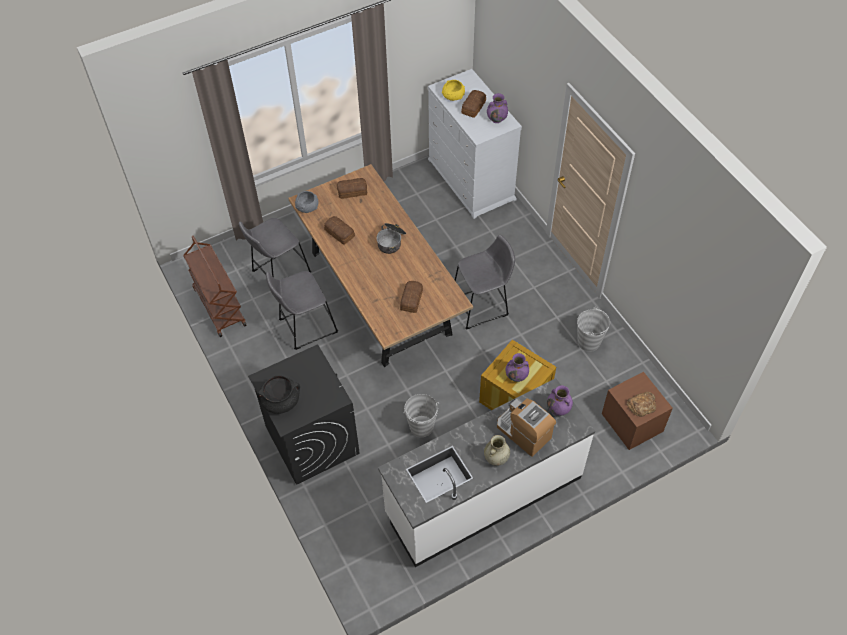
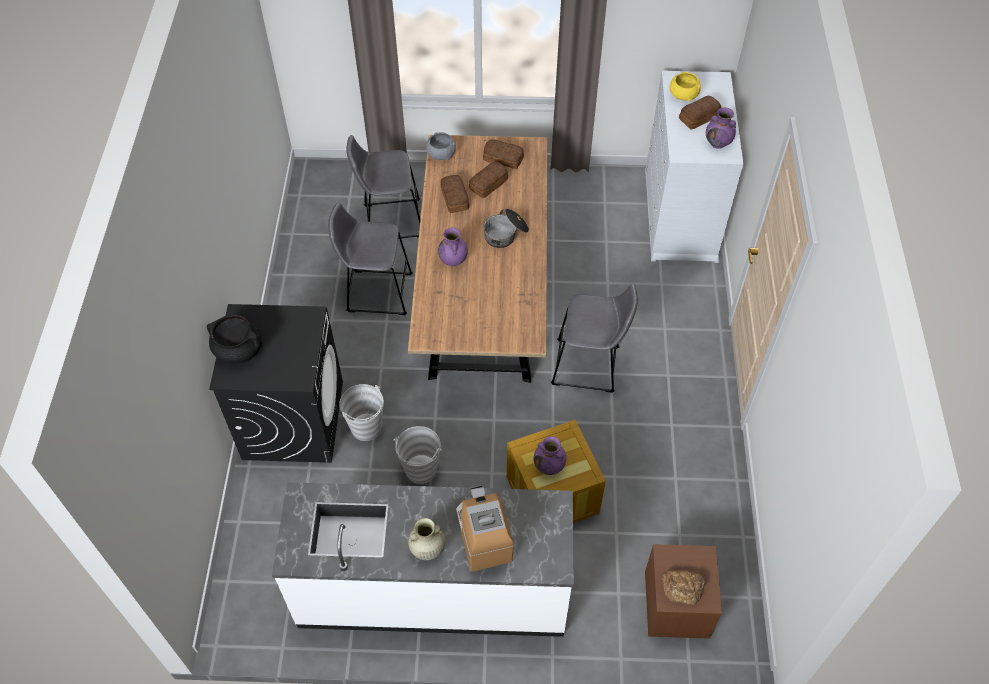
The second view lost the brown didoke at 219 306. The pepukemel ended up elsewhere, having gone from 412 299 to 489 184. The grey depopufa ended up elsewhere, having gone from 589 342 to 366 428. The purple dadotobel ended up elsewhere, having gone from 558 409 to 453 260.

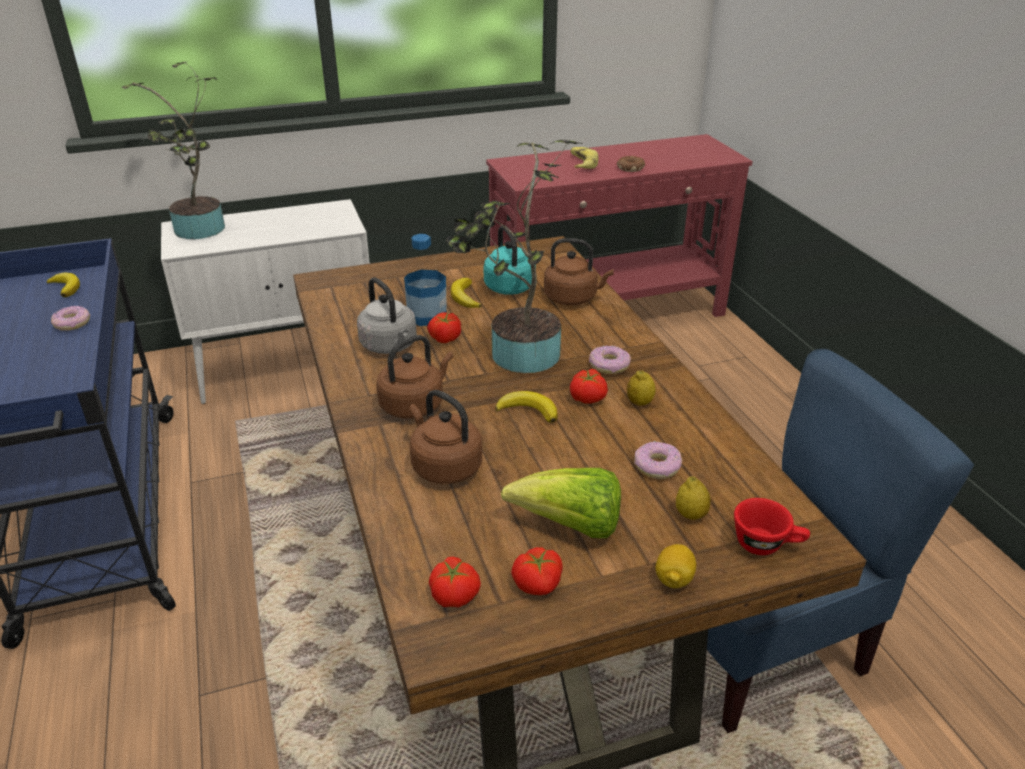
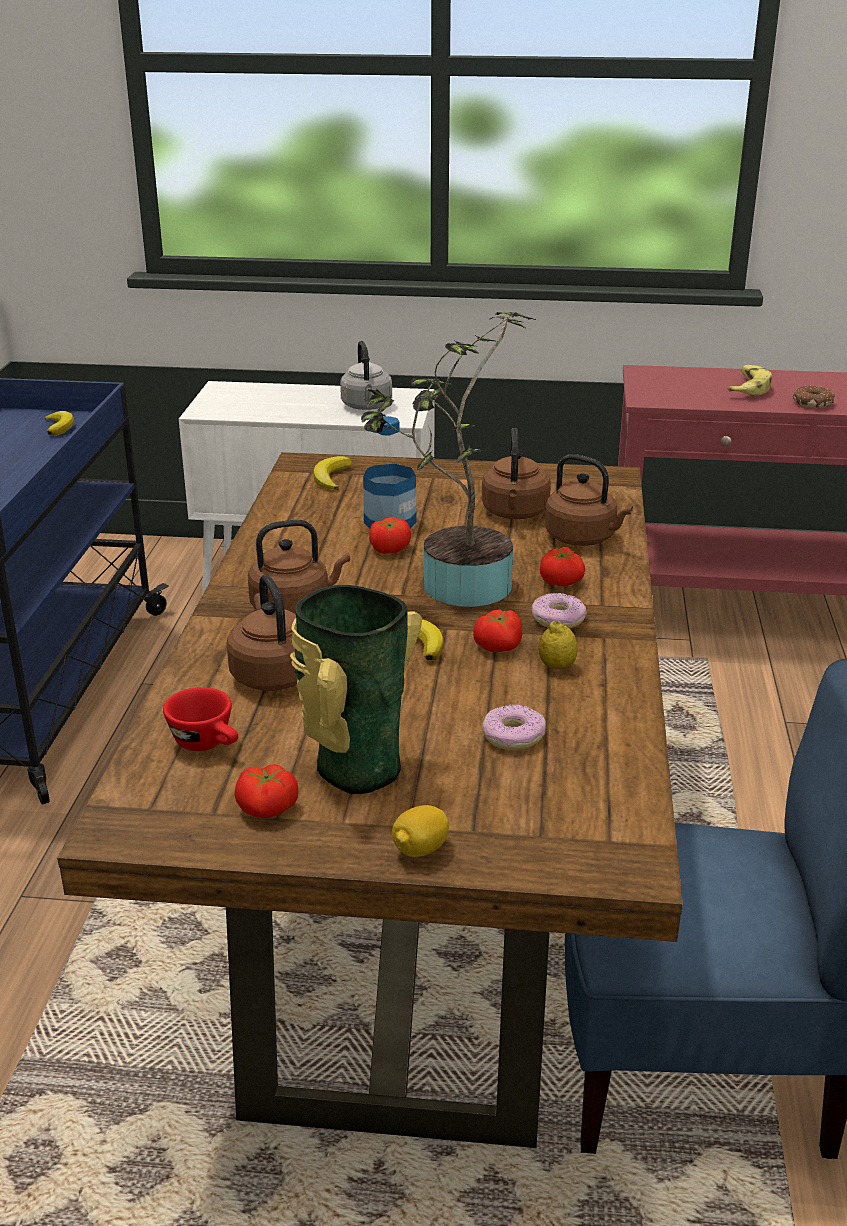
The second view lost the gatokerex at 200 231. What was the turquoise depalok at 510 289 turned into the brown depalok at 515 513. The grey depalok ended up elsewhere, having gone from 390 346 to 367 407. The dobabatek ended up elsewhere, having gone from 464 297 to 331 478. The second view lost the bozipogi at 72 323. Where the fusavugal stood at 570 526, the dadotobel came to stand at 353 766. The second view lost the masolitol at 691 515. The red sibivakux ended up elsewhere, having gone from 766 544 to 208 744. The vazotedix ended up elsewhere, having gone from 455 594 to 562 581.

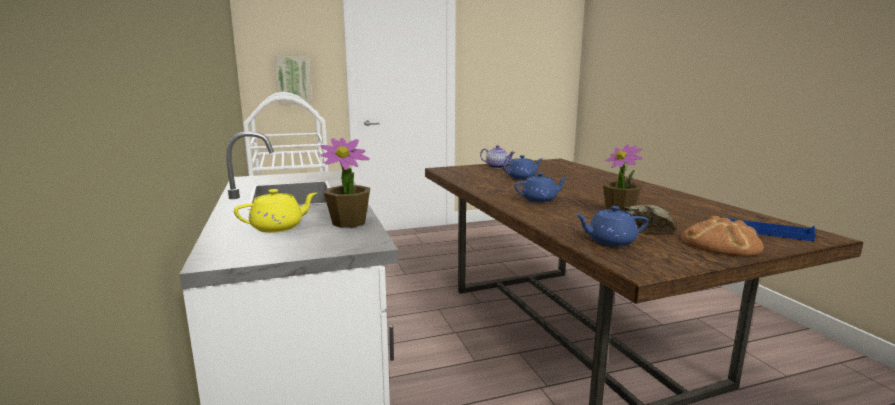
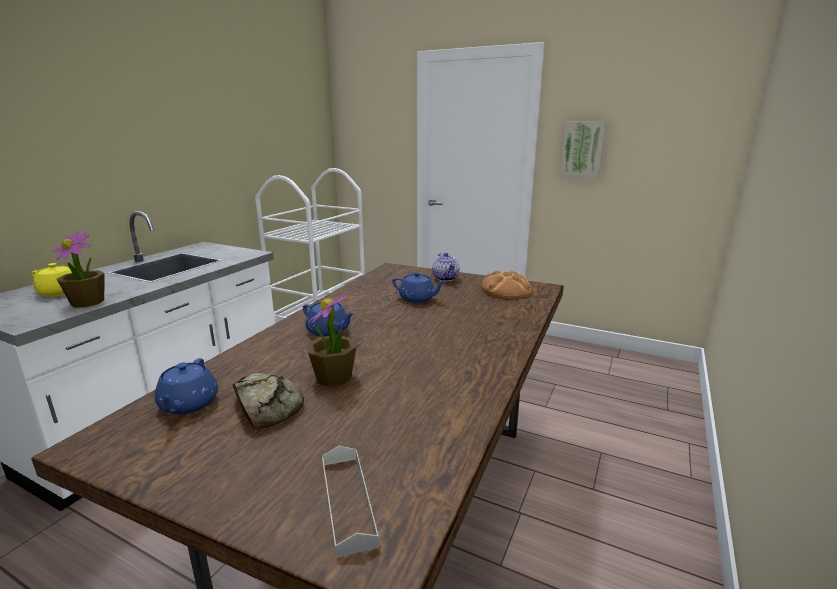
The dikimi ended up elsewhere, having gone from 293 80 to 582 150. The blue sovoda at 610 241 ended up facing another way, 135 degrees counterclockwise from before. The pepukemel ended up elsewhere, having gone from 720 243 to 506 290. What was the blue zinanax at 768 232 turned into the grey zinanax at 348 501.

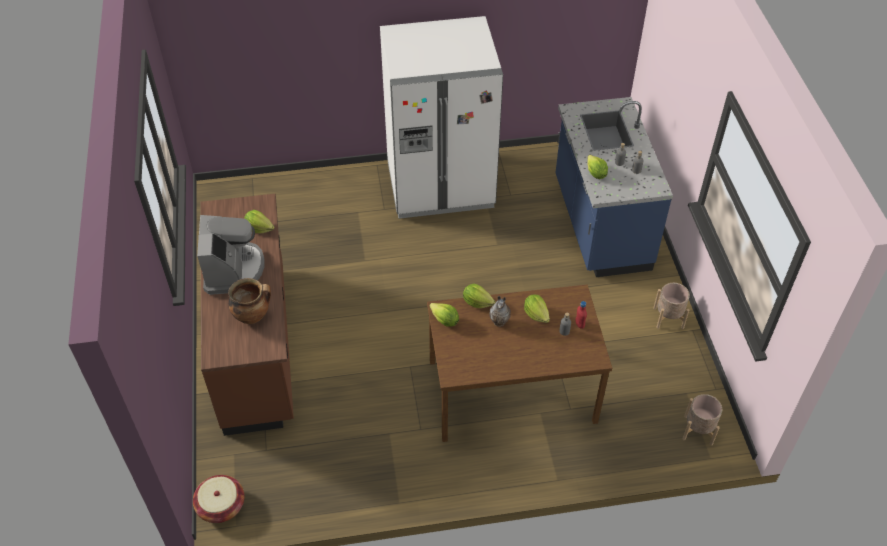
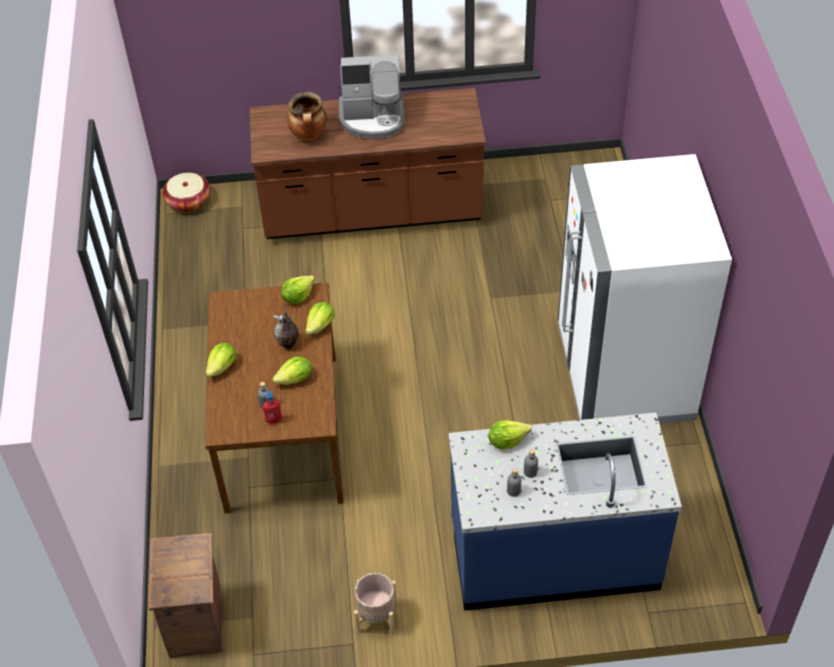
The fusavugal ended up elsewhere, having gone from 259 228 to 222 367. Where the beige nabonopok stood at 698 430, the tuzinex came to stand at 196 621.

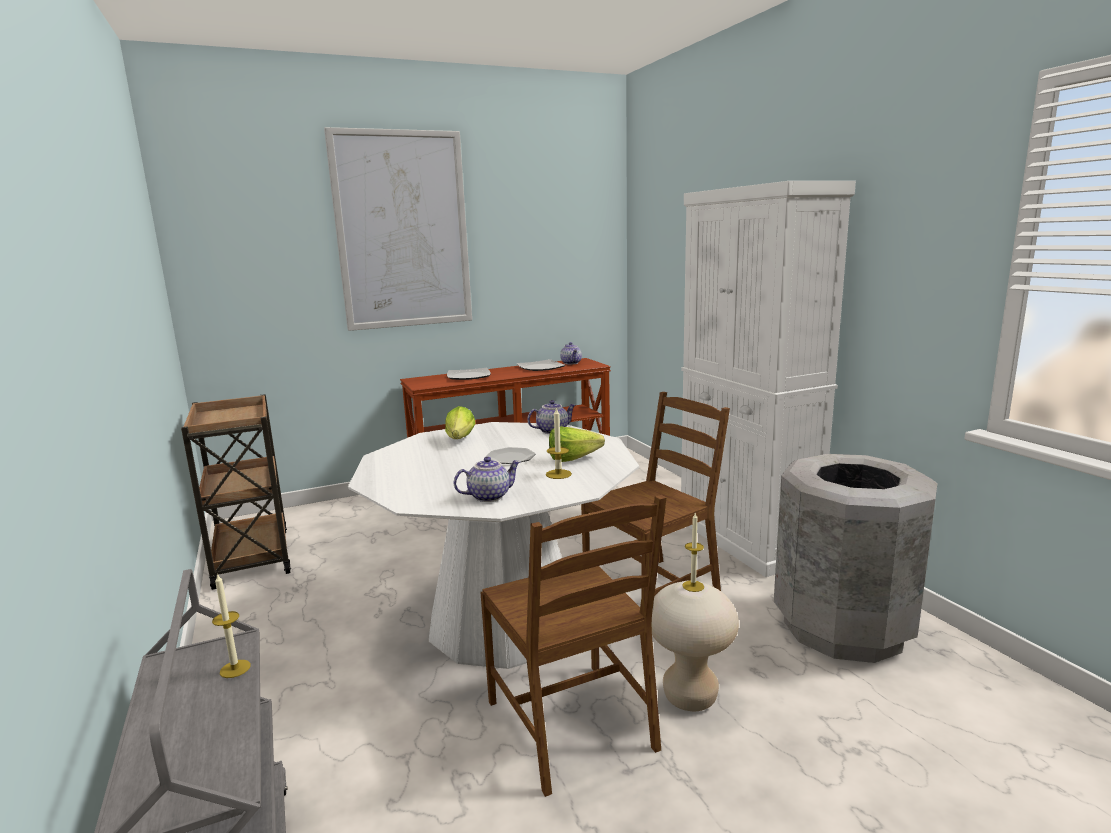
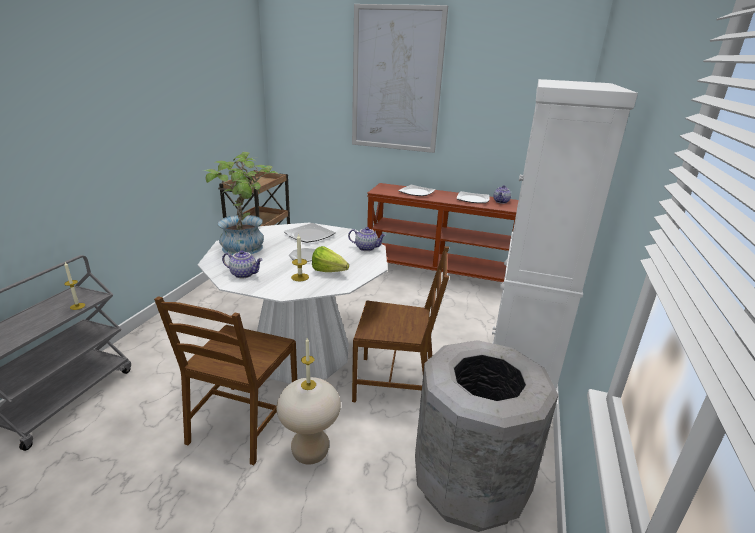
Where the fusavugal stood at 458 441, the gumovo came to stand at 310 235. The second view gained the gatokerex at 247 249.

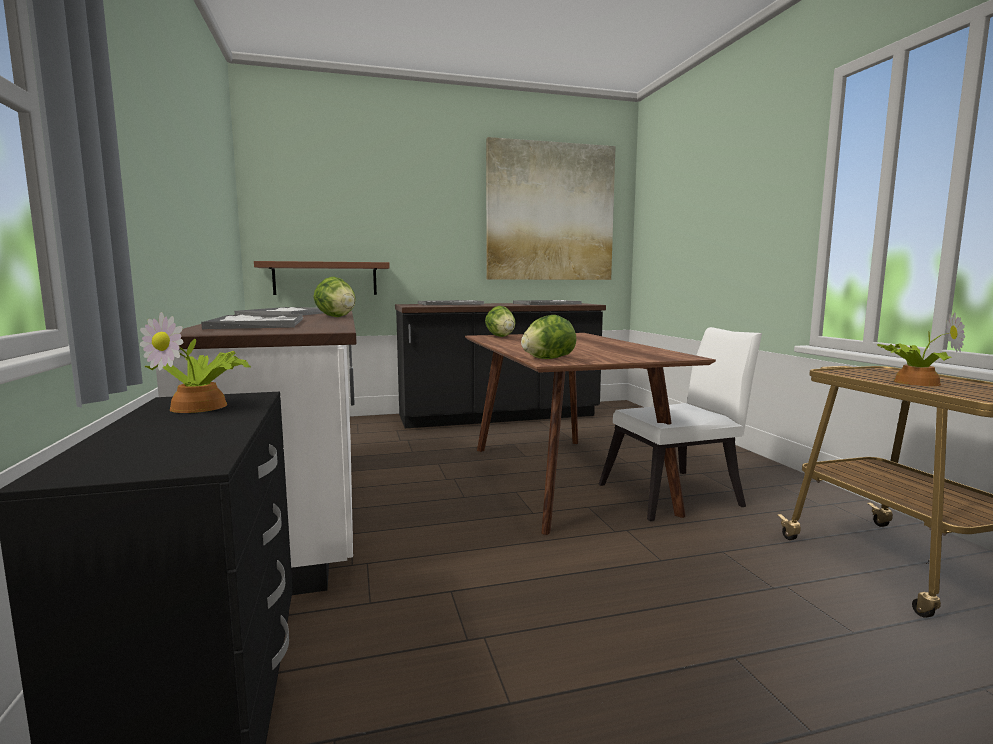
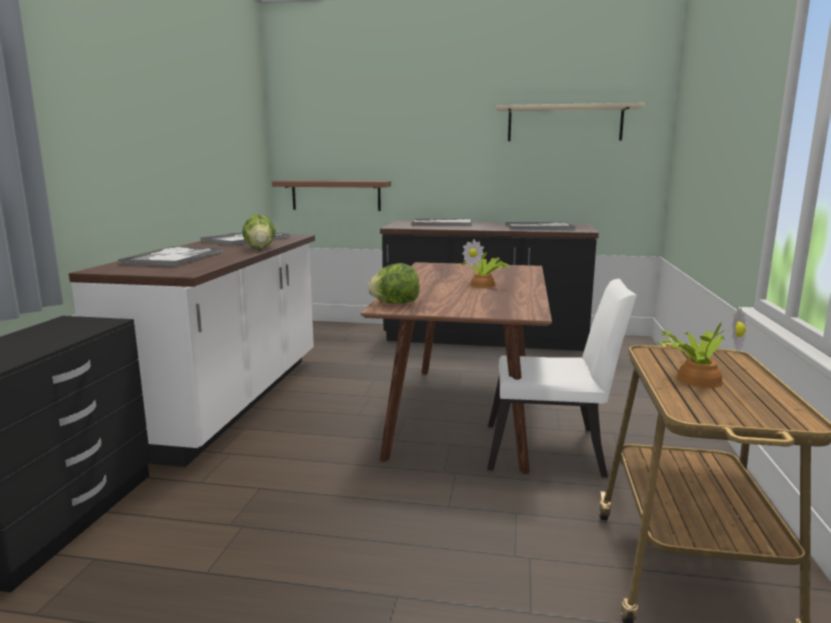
Where the dikimi hung at 550 212, the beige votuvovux came to hang at 564 124. The second view lost the fusavugal at 501 336. The gatokerex ended up elsewhere, having gone from 203 406 to 484 285.

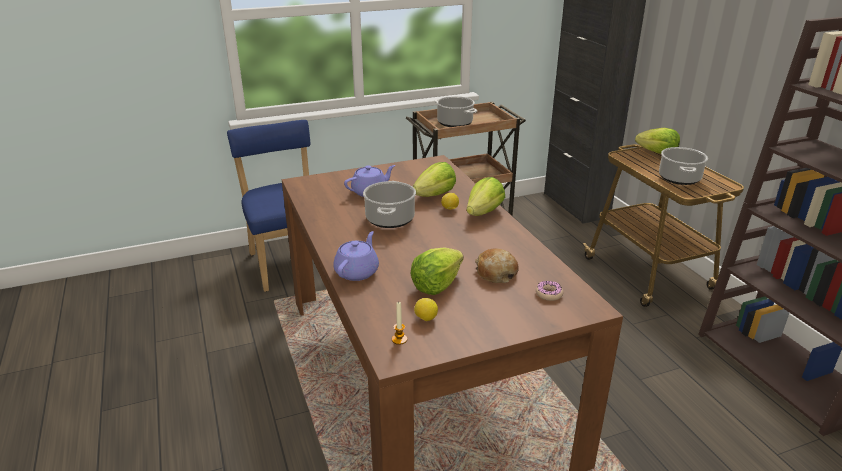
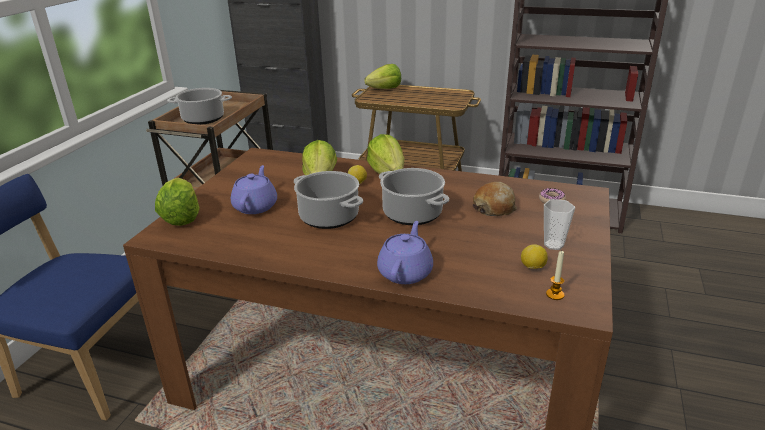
The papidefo ended up elsewhere, having gone from 679 178 to 413 214. The purple sovoda at 357 271 ended up facing another way, 45 degrees clockwise from before. The fusavugal ended up elsewhere, having gone from 436 285 to 182 217. The second view gained the sibivakux at 553 245.

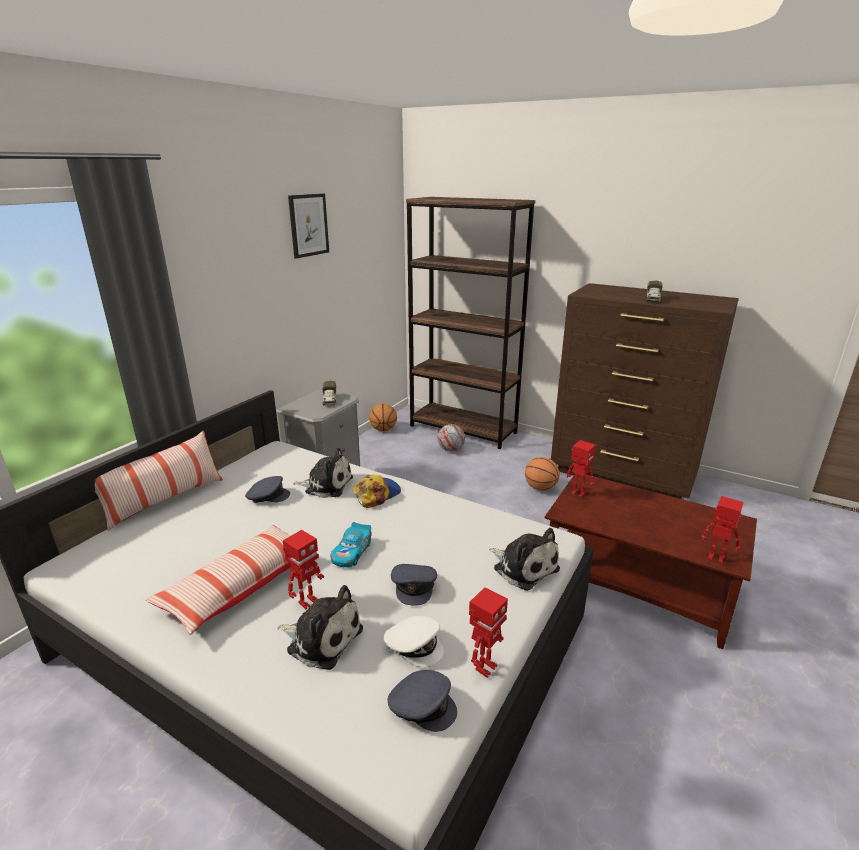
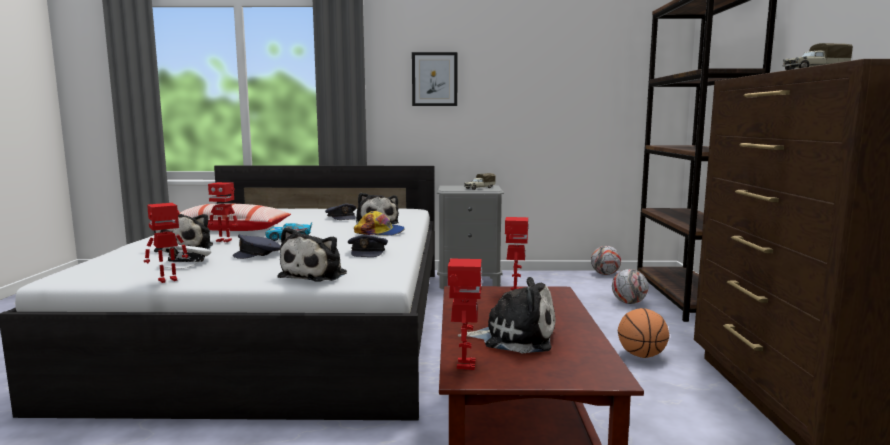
The dikimi ended up elsewhere, having gone from 308 225 to 434 79. Where the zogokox stood at 383 429, the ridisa came to stand at 605 274. The second view lost the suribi at 165 500. The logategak at 485 667 ended up facing another way, 135 degrees clockwise from before. The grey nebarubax ended up elsewhere, having gone from 422 705 to 368 252. The second view gained the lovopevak at 514 337.

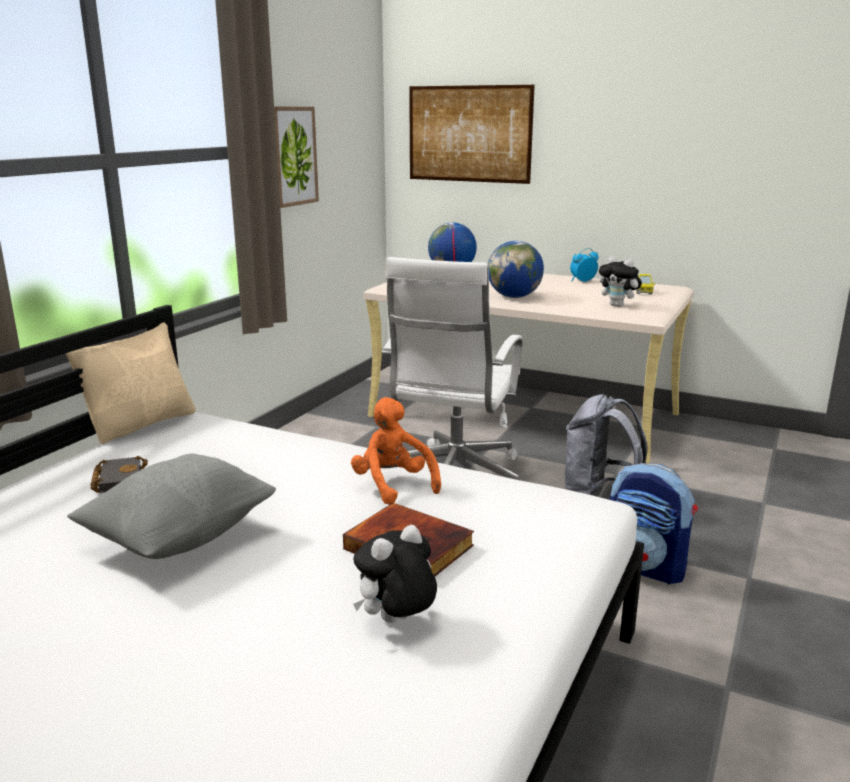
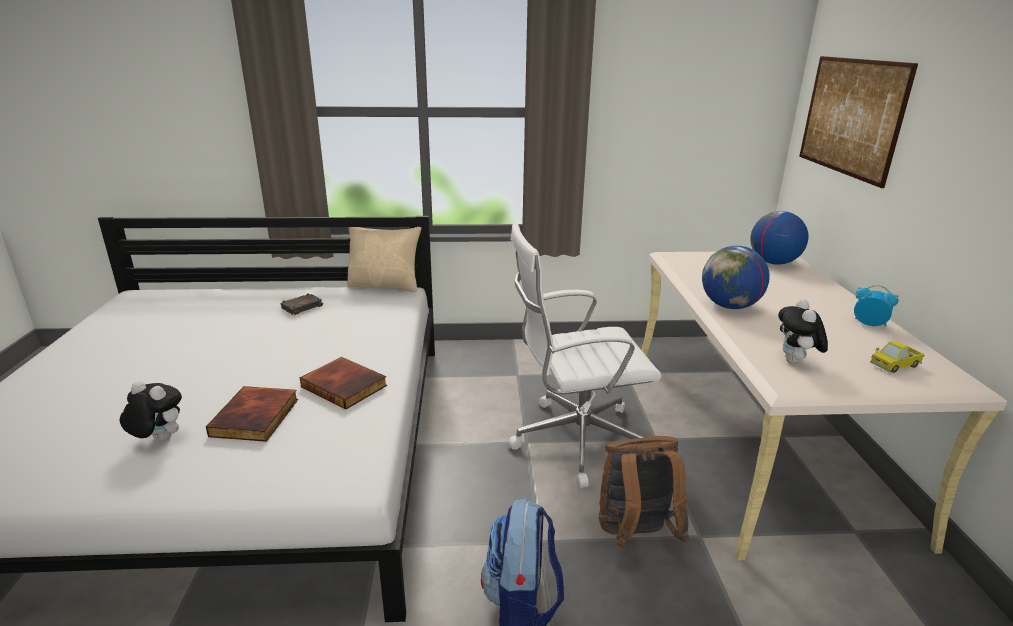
The second view lost the dikimi at 293 156. What was the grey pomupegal at 598 496 turned into the brown pomupegal at 634 535. Where the orange lovopevak stood at 393 485, the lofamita came to stand at 345 385. The second view lost the grey suribi at 180 537.

